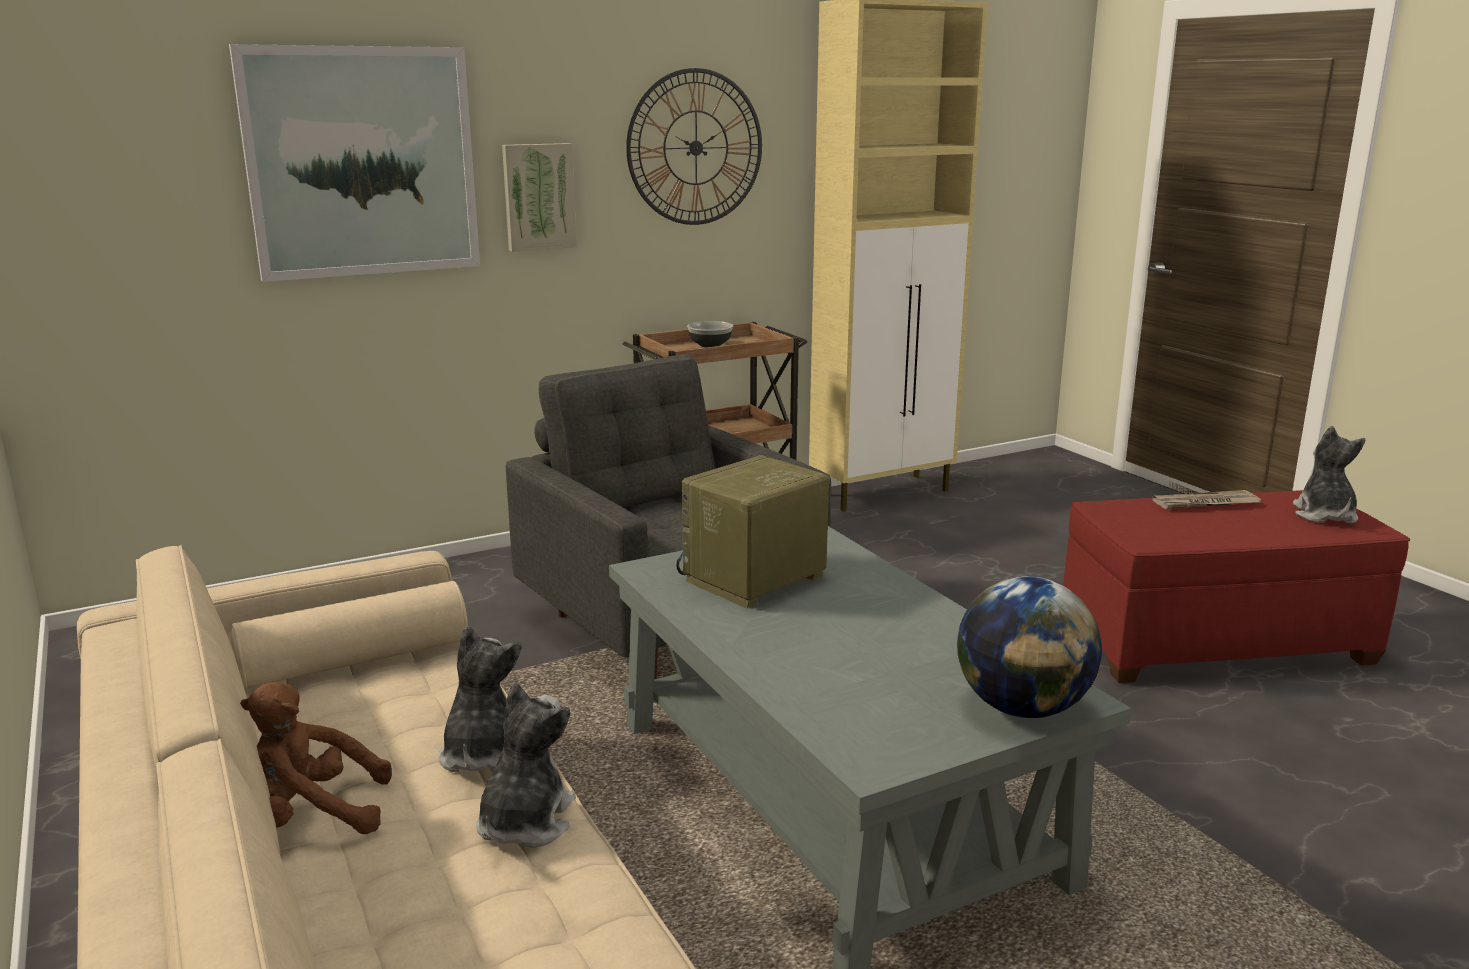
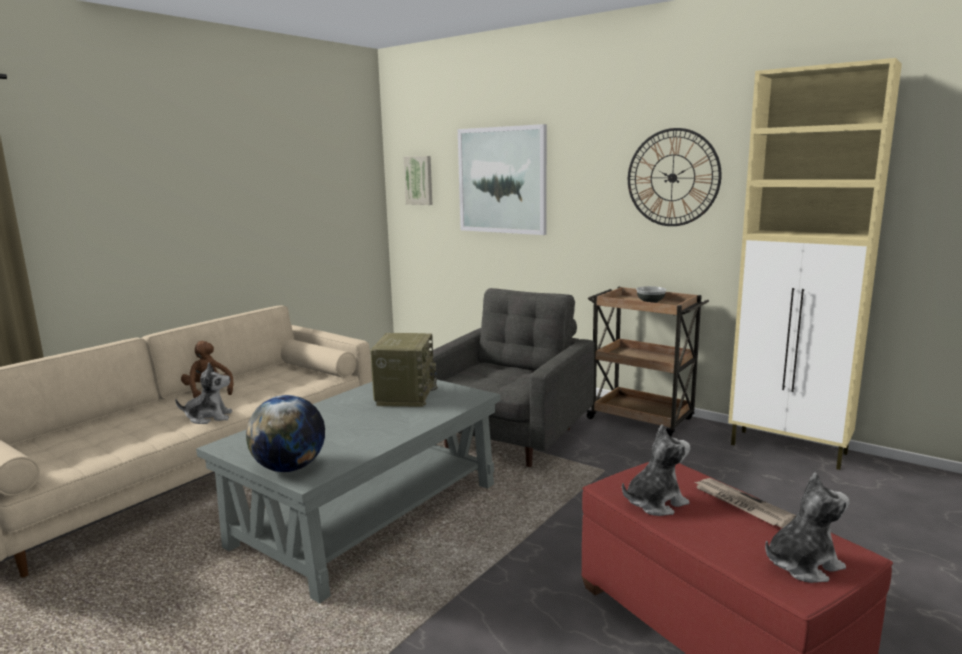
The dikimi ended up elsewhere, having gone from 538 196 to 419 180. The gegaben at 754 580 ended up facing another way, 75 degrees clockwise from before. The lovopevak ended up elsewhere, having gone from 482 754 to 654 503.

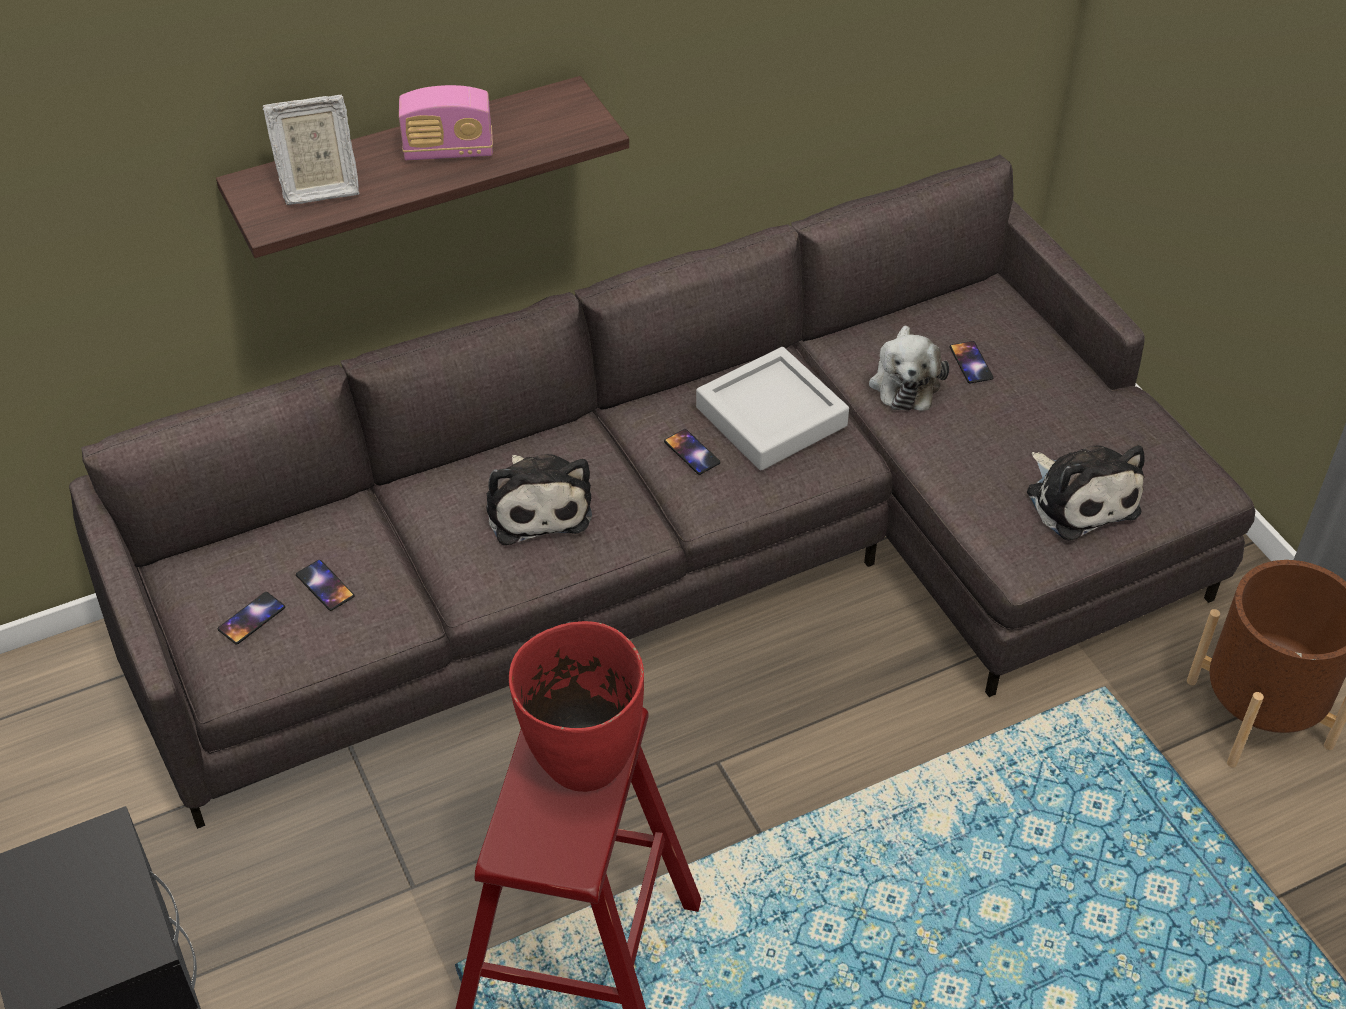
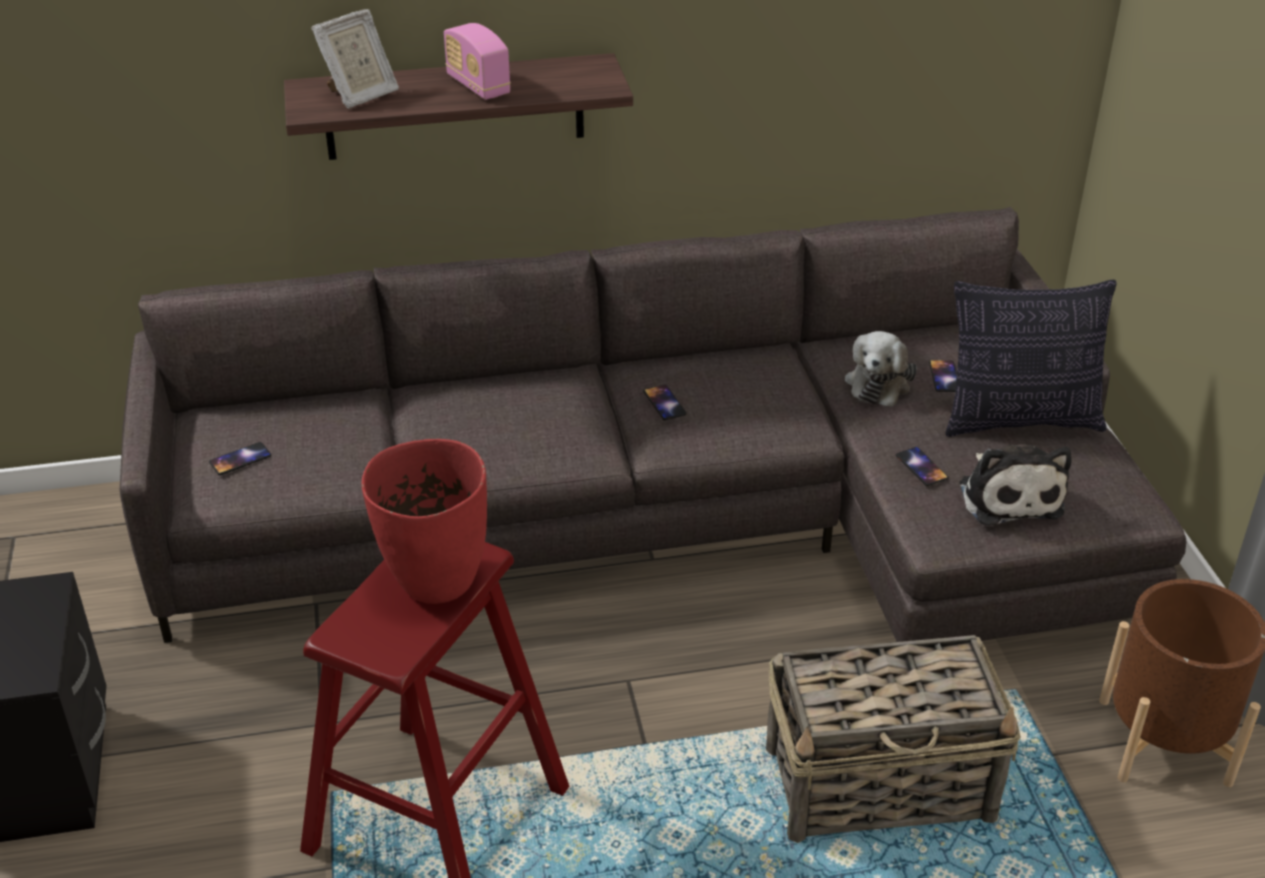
The gegaben at 448 151 ended up facing another way, 45 degrees clockwise from before. The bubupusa at 318 187 ended up facing another way, 45 degrees counterclockwise from before. The second view lost the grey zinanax at 771 417. The second view lost the lovopevak at 537 506. The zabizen ended up elsewhere, having gone from 325 585 to 921 467. The second view gained the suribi at 1020 420. The second view gained the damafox at 881 783.

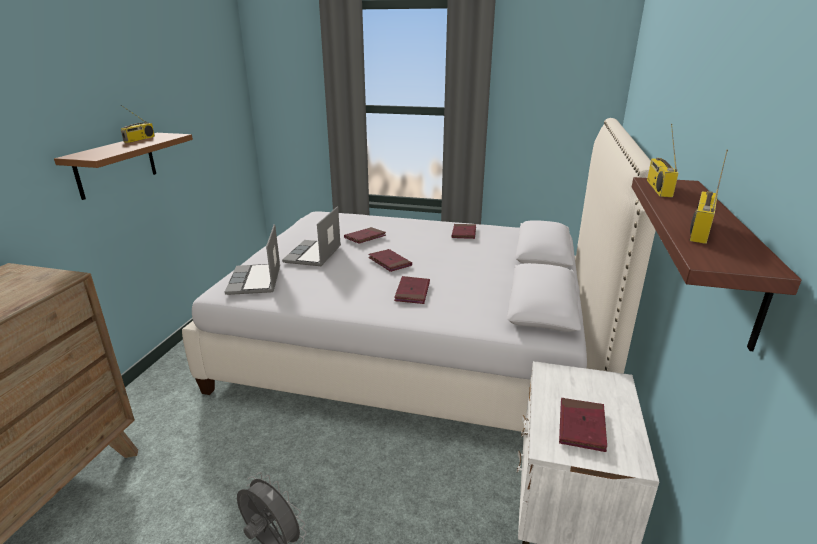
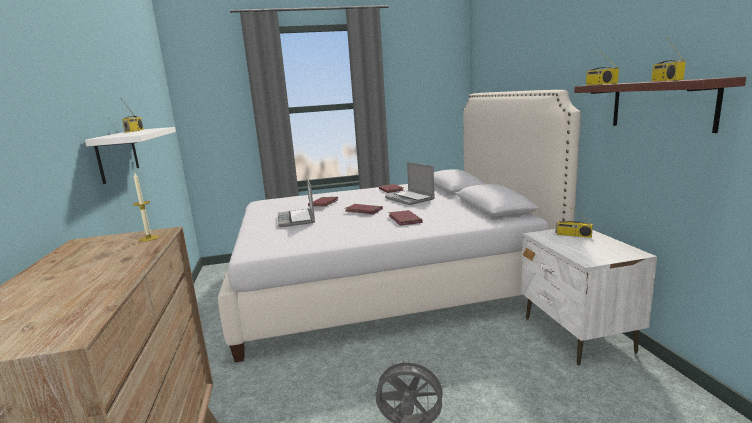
What was the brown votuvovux at 116 165 turned into the white votuvovux at 117 154. The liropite ended up elsewhere, having gone from 255 281 to 410 199. The second view lost the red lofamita at 581 426. The second view gained the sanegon at 149 238. The second view gained the gegaben at 573 235.

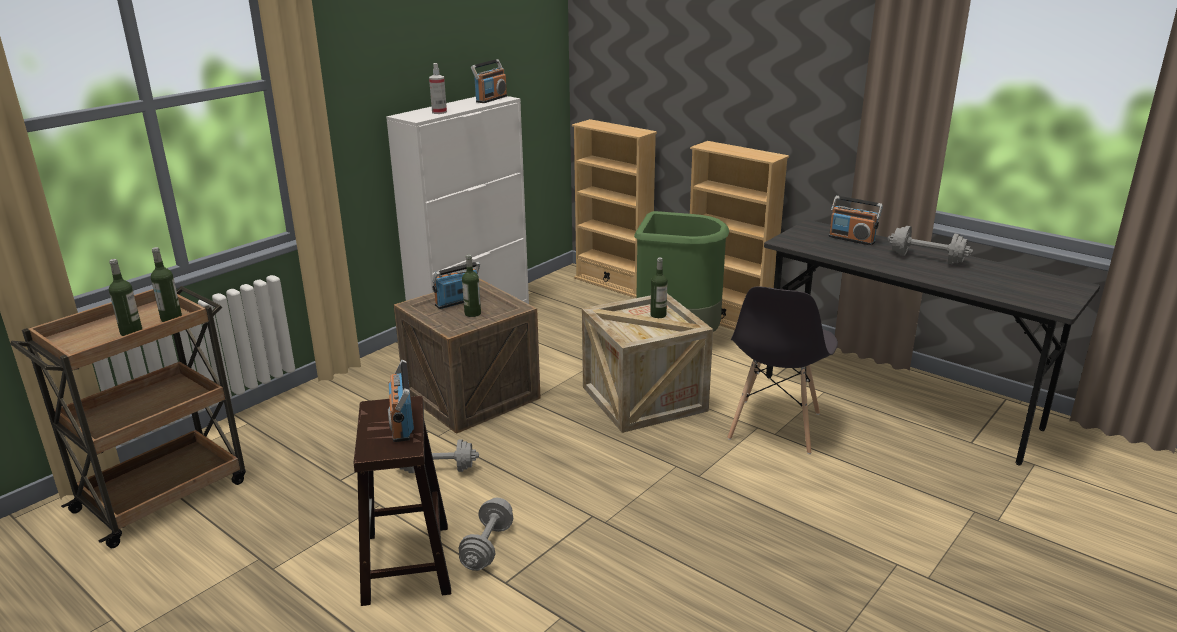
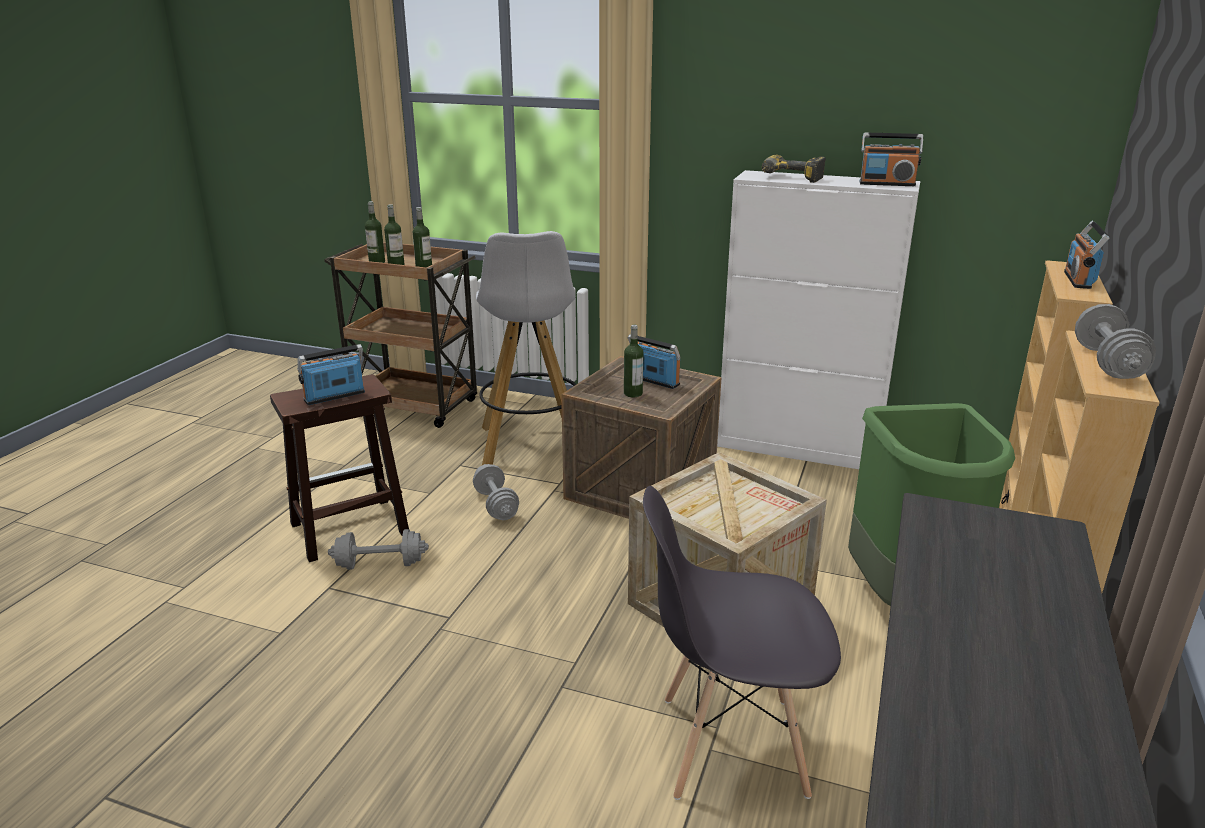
Where the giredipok stood at 439 112, the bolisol came to stand at 789 179. The gegaben ended up elsewhere, having gone from 851 239 to 1078 280. The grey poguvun ended up elsewhere, having gone from 927 259 to 1107 363. The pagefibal ended up elsewhere, having gone from 658 315 to 377 262. The second view gained the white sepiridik at 531 446.

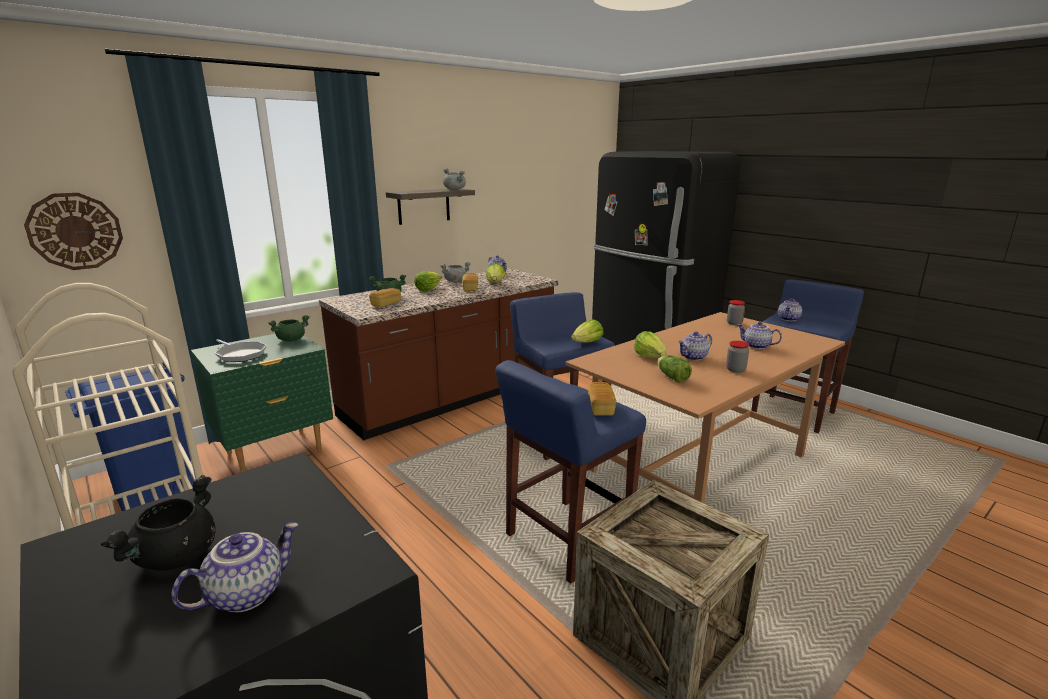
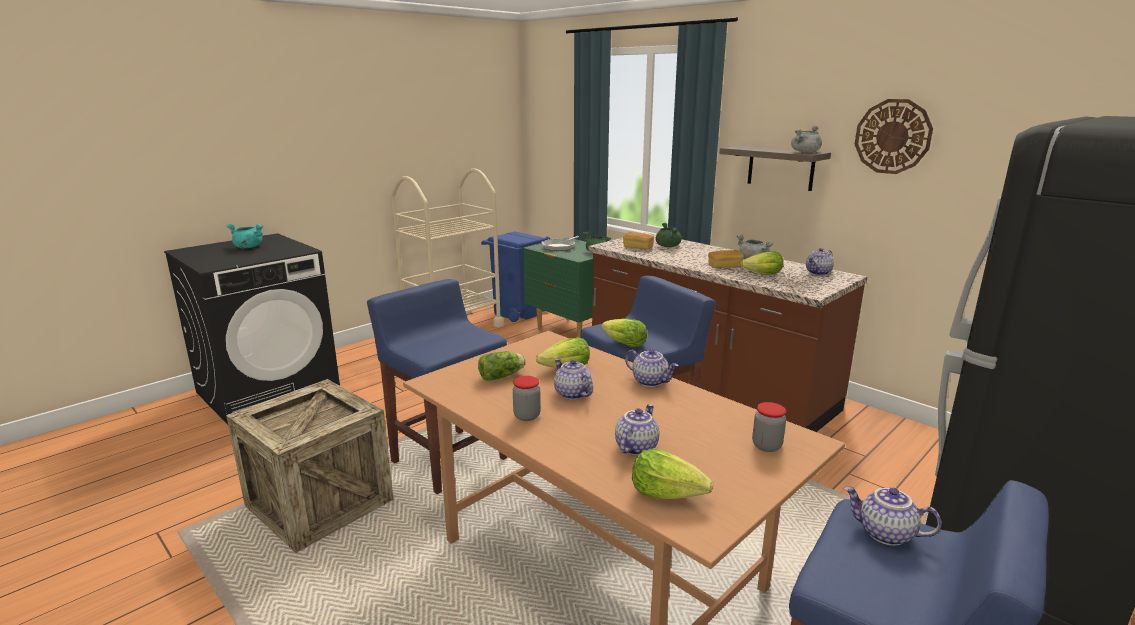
The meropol ended up elsewhere, having gone from 75 231 to 892 136. The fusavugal ended up elsewhere, having gone from 428 289 to 667 493. The second view lost the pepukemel at 600 408. What was the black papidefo at 176 557 turned into the turquoise papidefo at 247 247. The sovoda ended up elsewhere, having gone from 246 593 to 650 381.

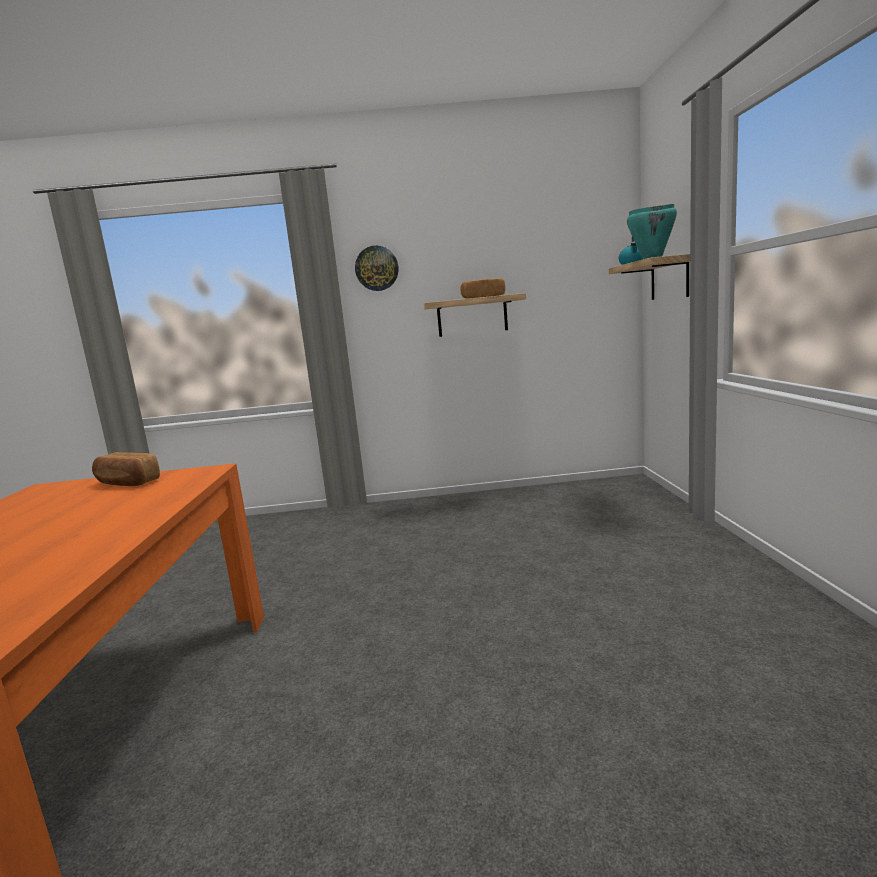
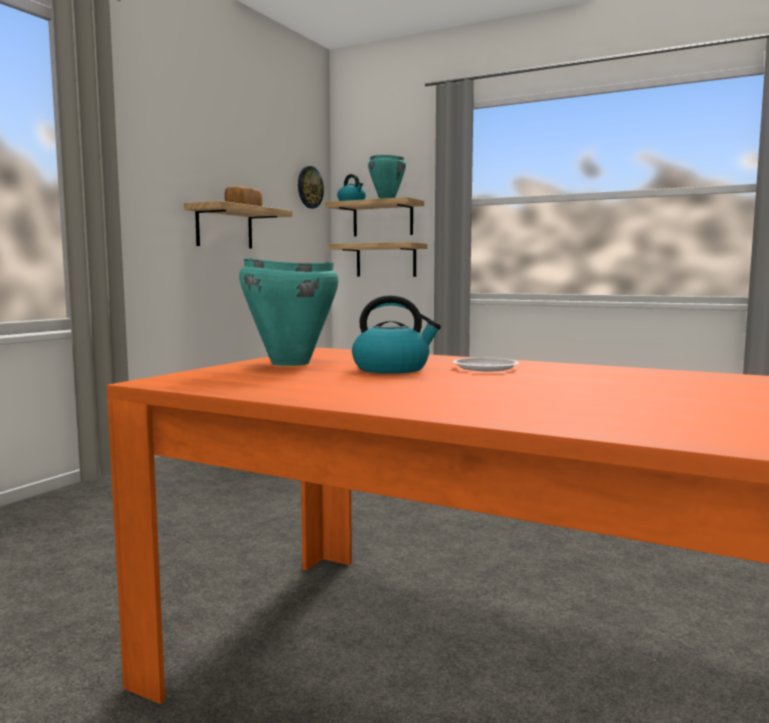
The meropol ended up elsewhere, having gone from 376 268 to 309 187. Where the pepukemel stood at 126 483, the turquoise papidefo came to stand at 289 363. The second view gained the votuvovux at 386 260. The second view gained the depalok at 392 369. The second view gained the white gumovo at 485 368.

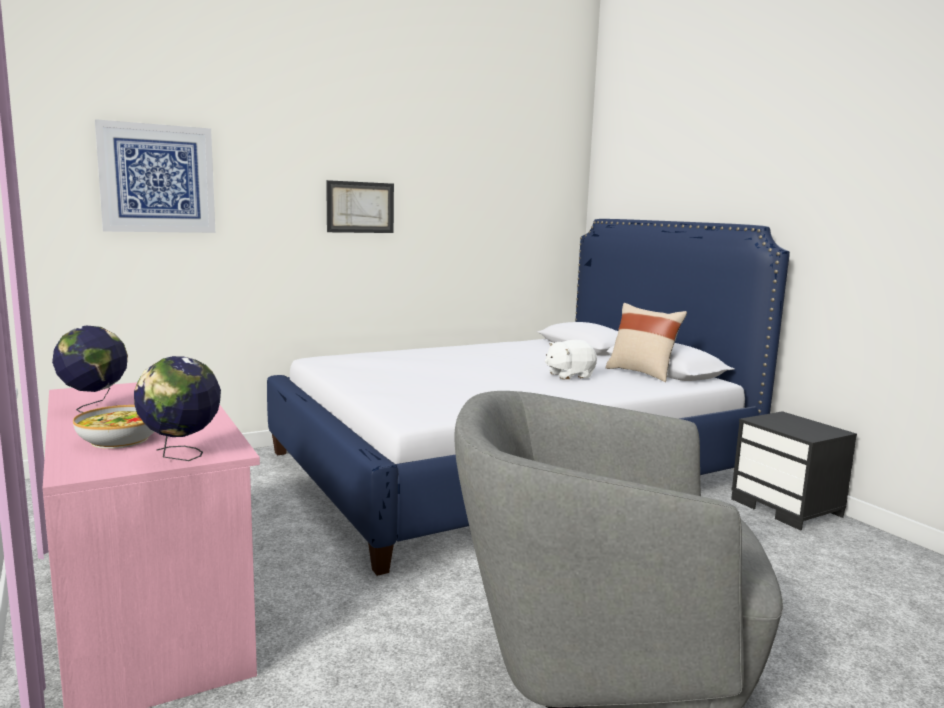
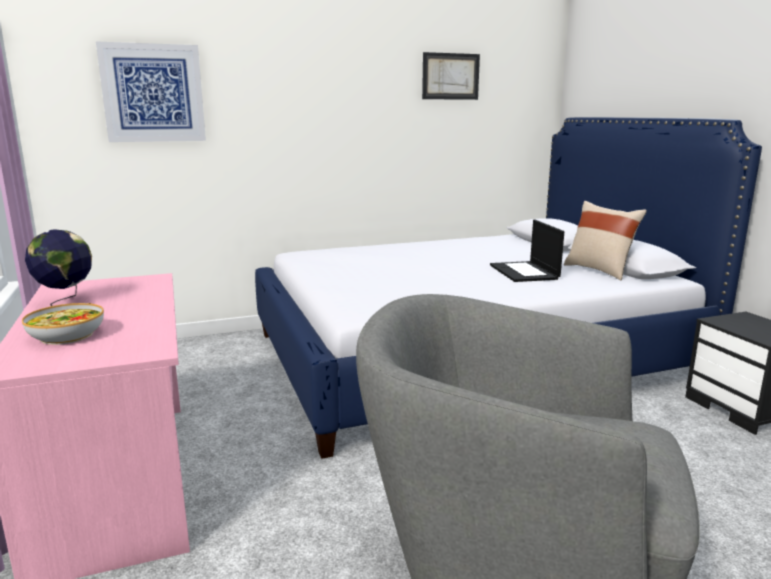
The dikimi ended up elsewhere, having gone from 360 207 to 450 76. Where the white lovopevak stood at 569 375, the liropite came to stand at 525 272. The second view lost the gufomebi at 181 456.

